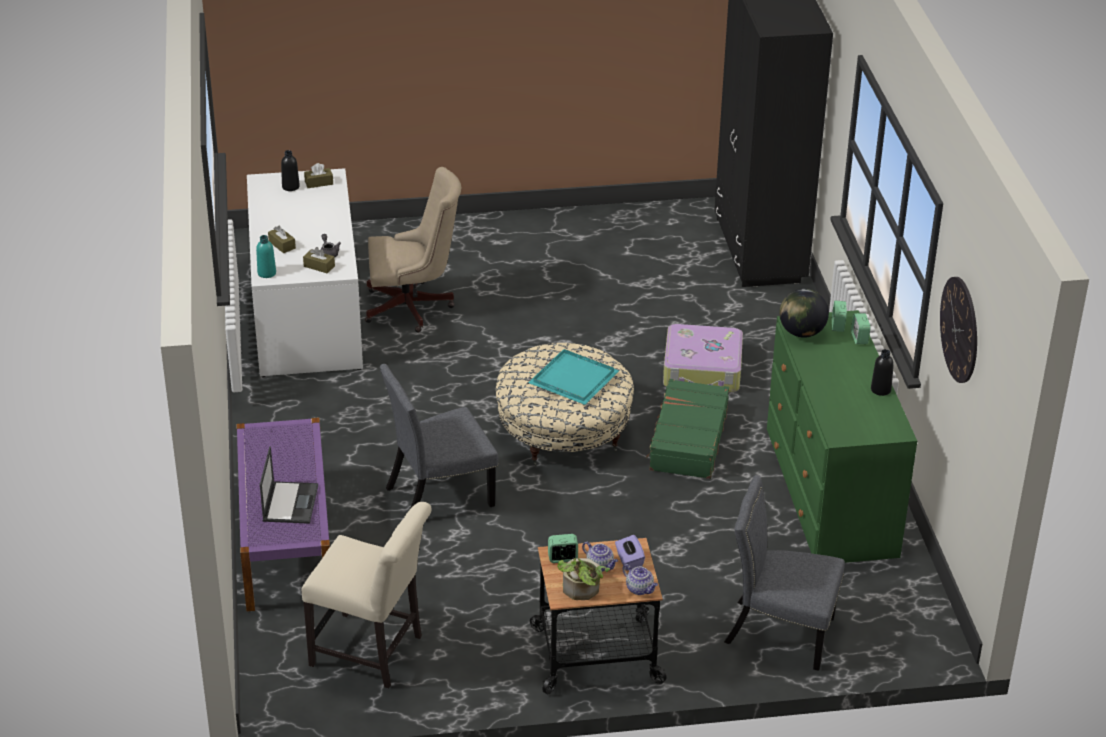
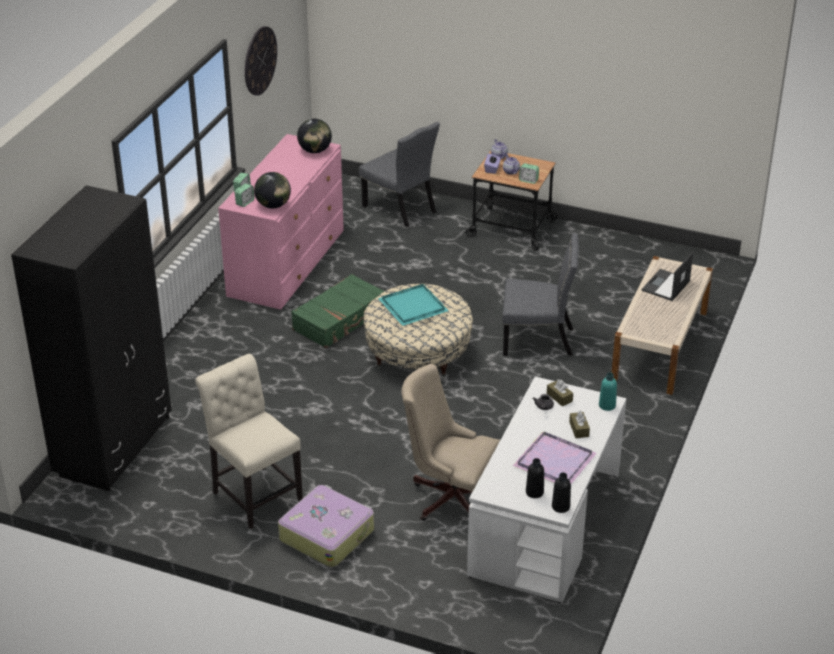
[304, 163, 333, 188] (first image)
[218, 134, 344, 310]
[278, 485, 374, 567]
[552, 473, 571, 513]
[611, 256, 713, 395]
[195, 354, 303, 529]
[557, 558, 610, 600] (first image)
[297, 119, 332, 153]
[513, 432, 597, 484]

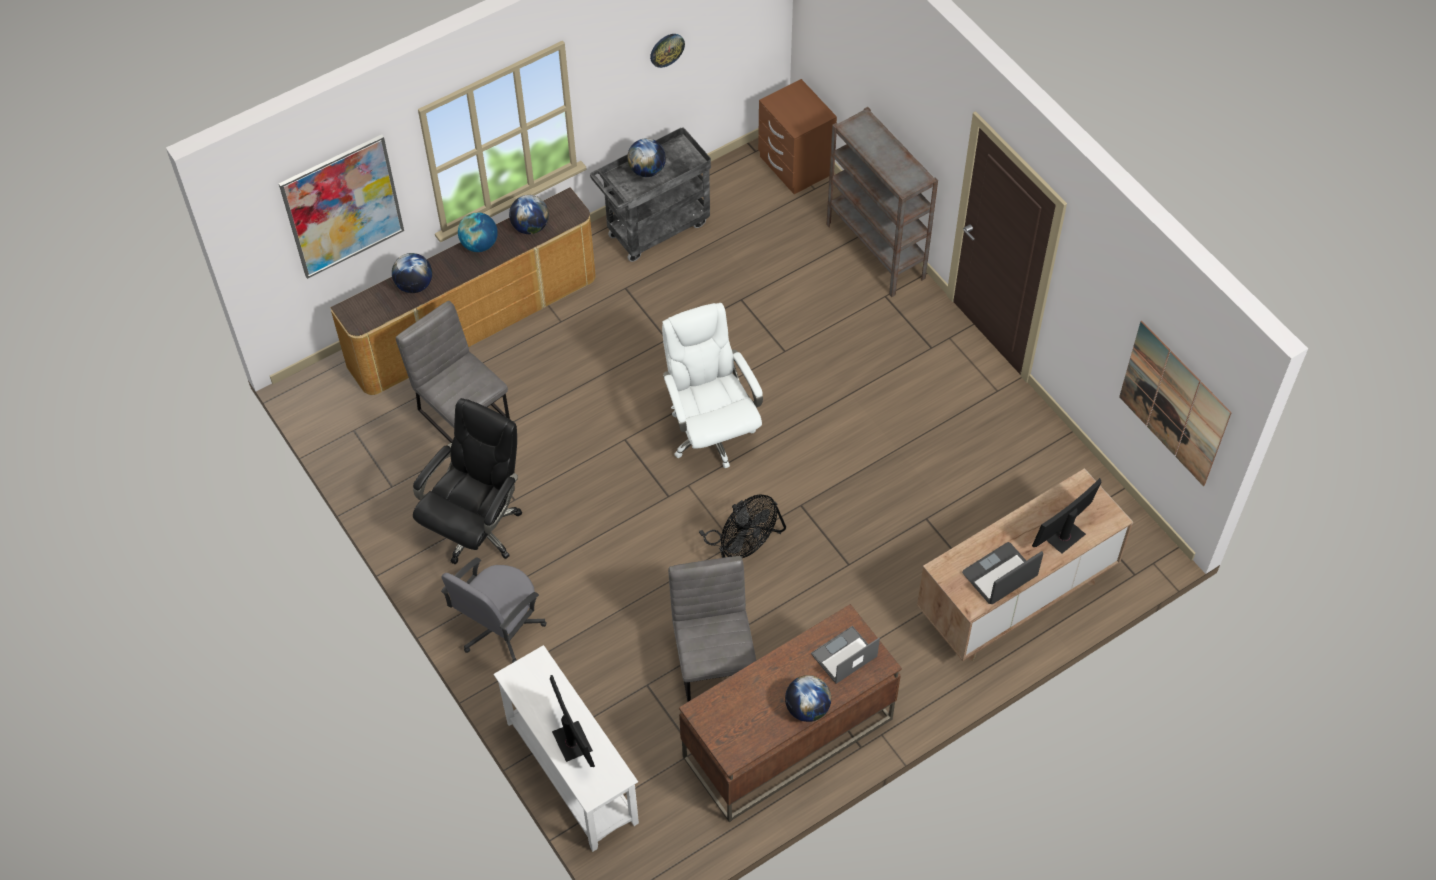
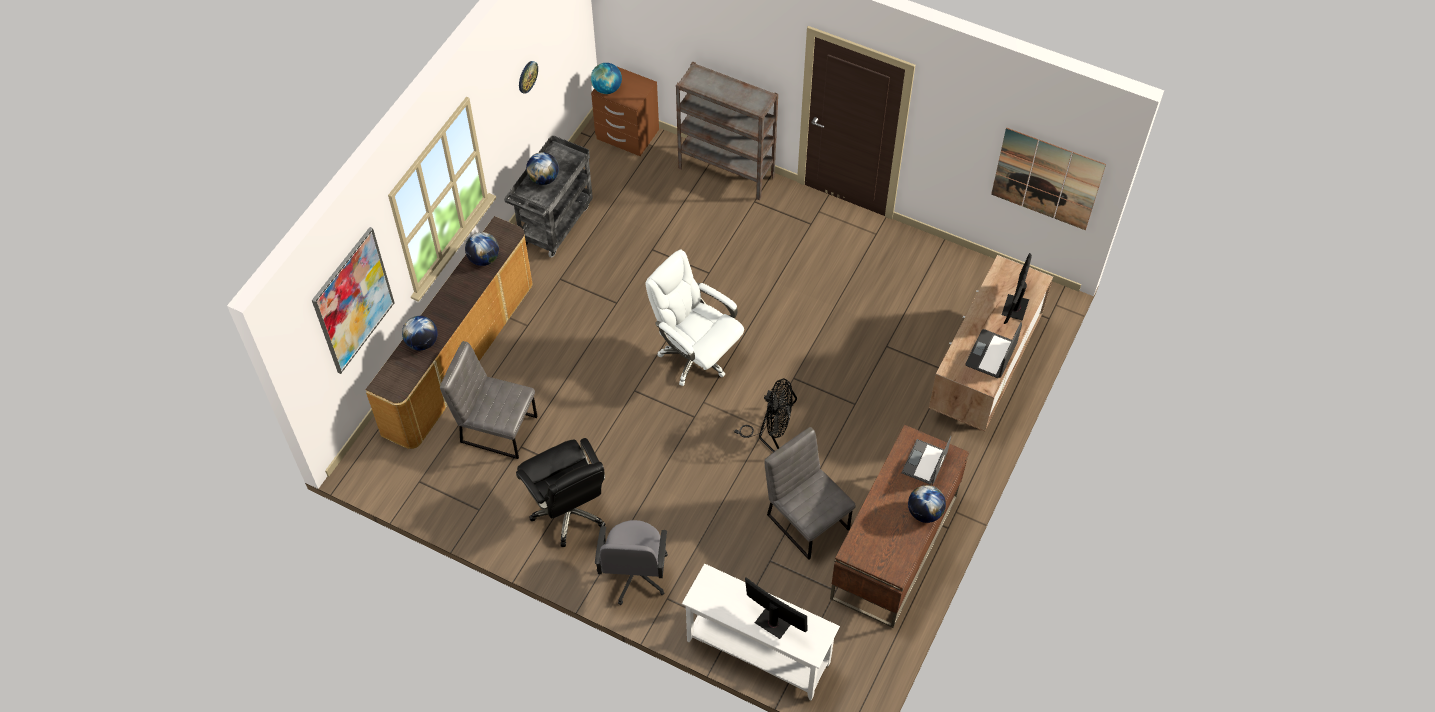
[591, 63, 622, 94]
[516, 438, 605, 547]

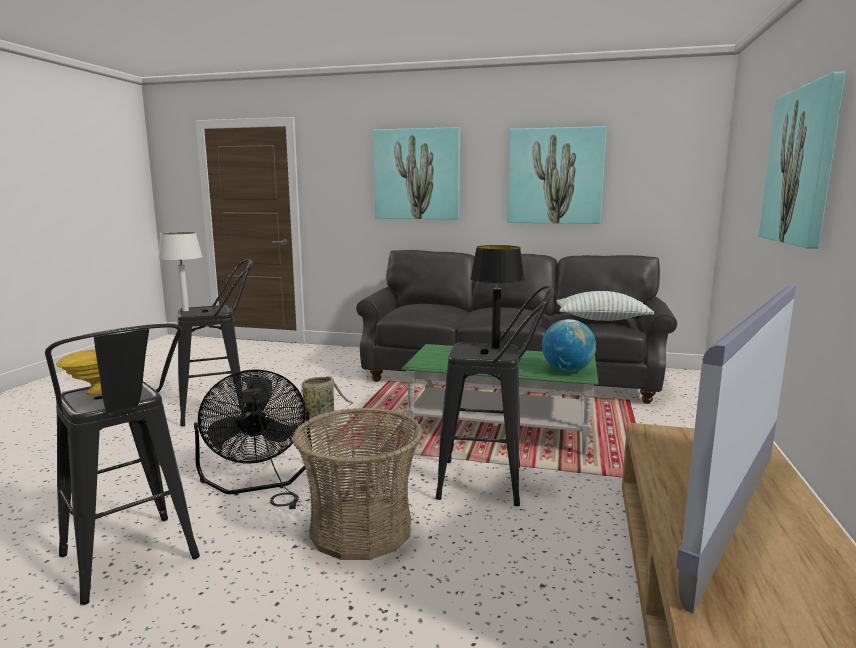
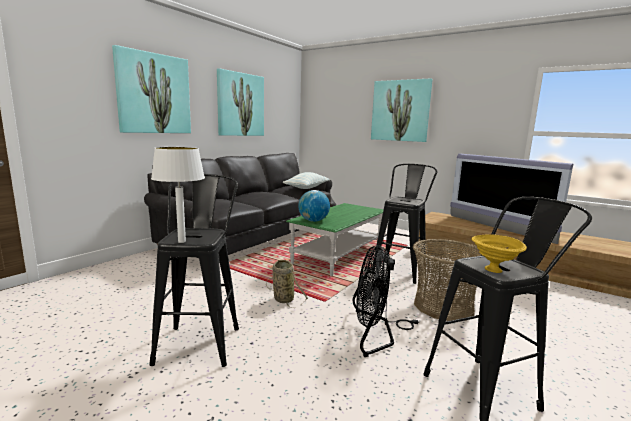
[470, 245, 525, 349] (first image)
[298, 190, 330, 222]

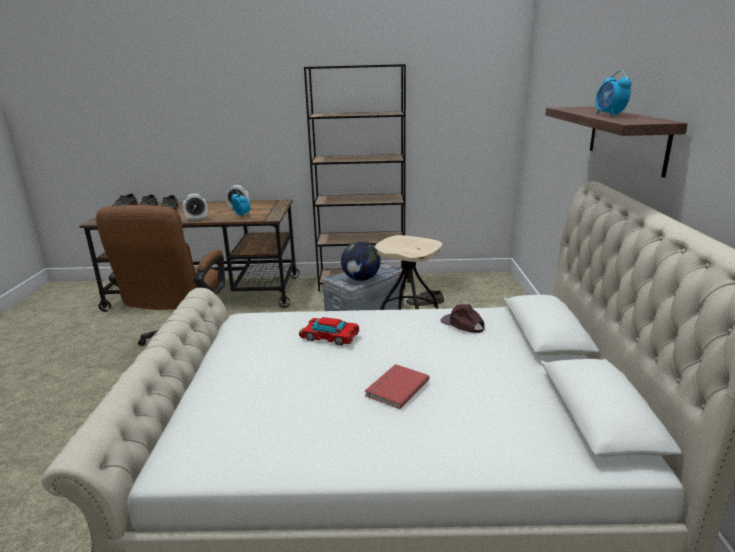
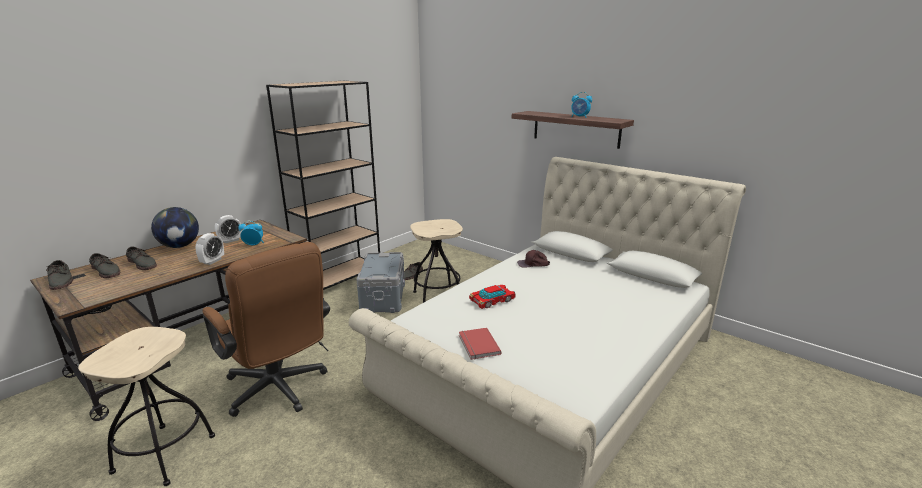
[151, 207, 199, 248]
[459, 328, 502, 360]
[78, 327, 215, 486]

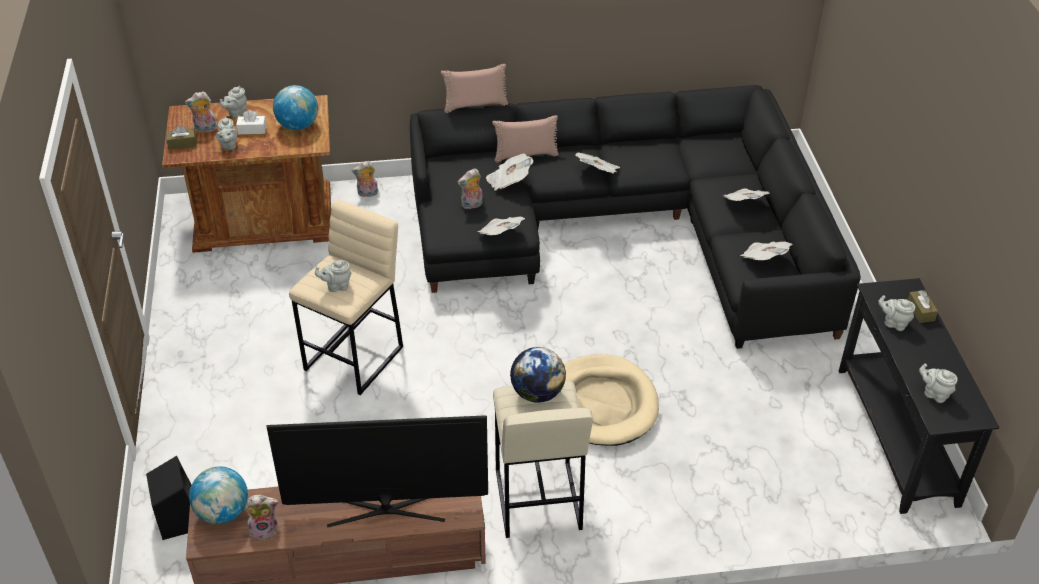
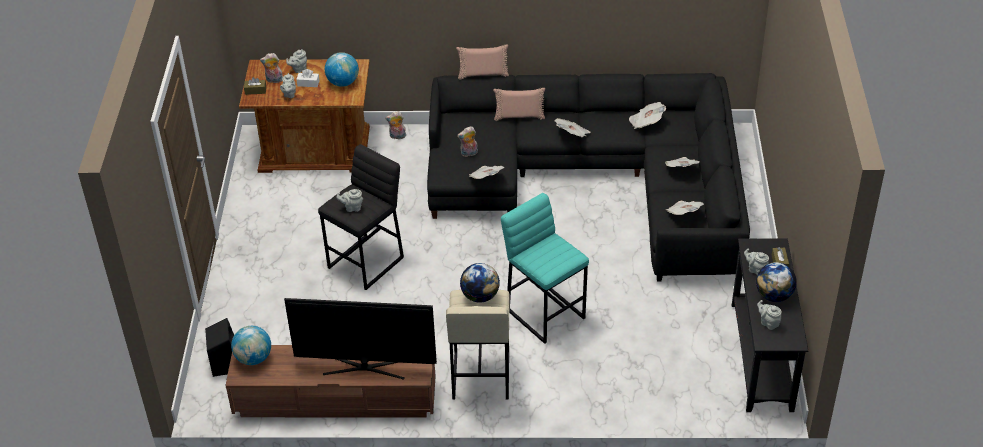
[629, 102, 666, 129]
[318, 144, 404, 290]
[501, 193, 589, 344]
[245, 495, 279, 540] (first image)
[756, 262, 797, 302]

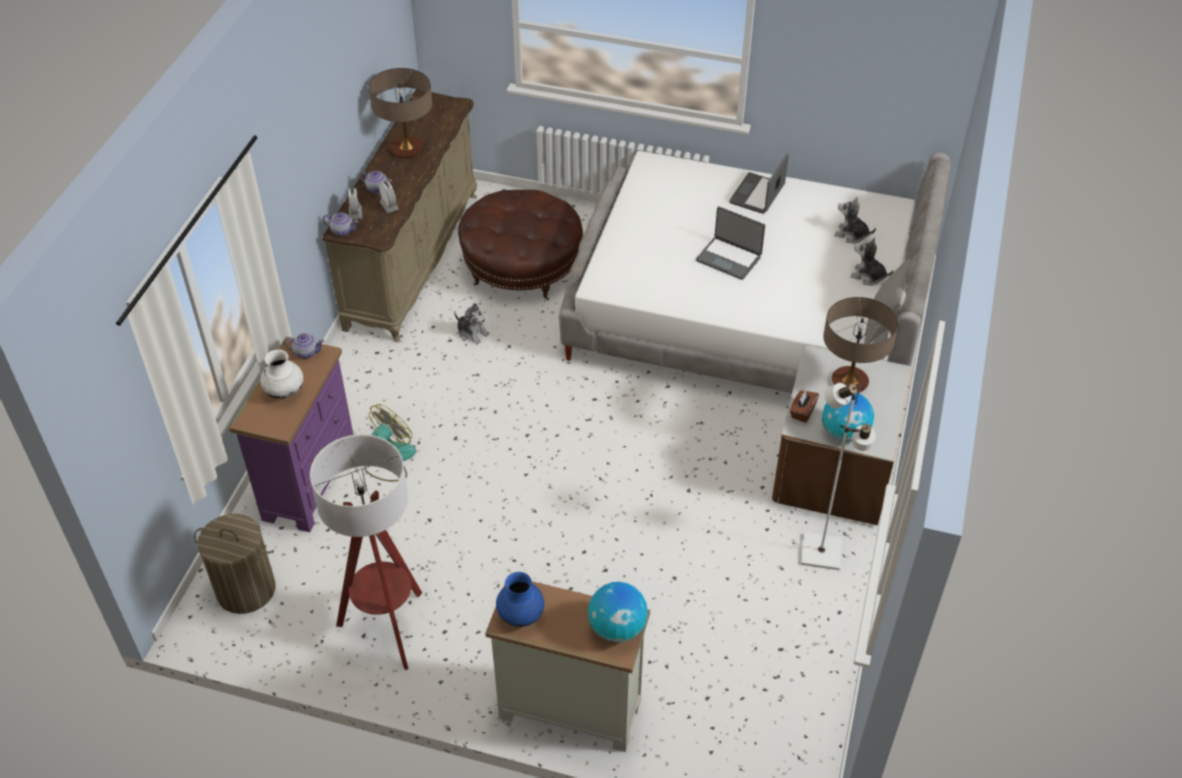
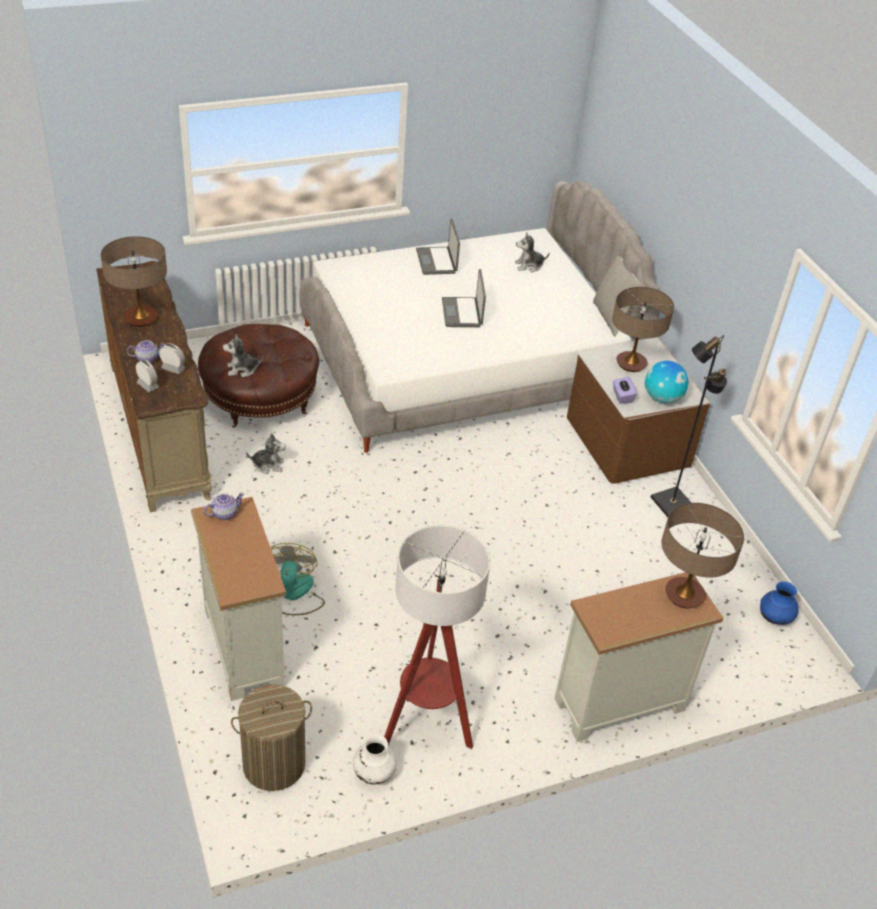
[442, 269, 486, 327]
[323, 212, 358, 236] (first image)
[223, 334, 264, 377]
[191, 497, 286, 701]
[353, 734, 397, 784]
[651, 335, 727, 517]
[613, 377, 637, 404]
[760, 581, 799, 625]
[662, 503, 744, 609]

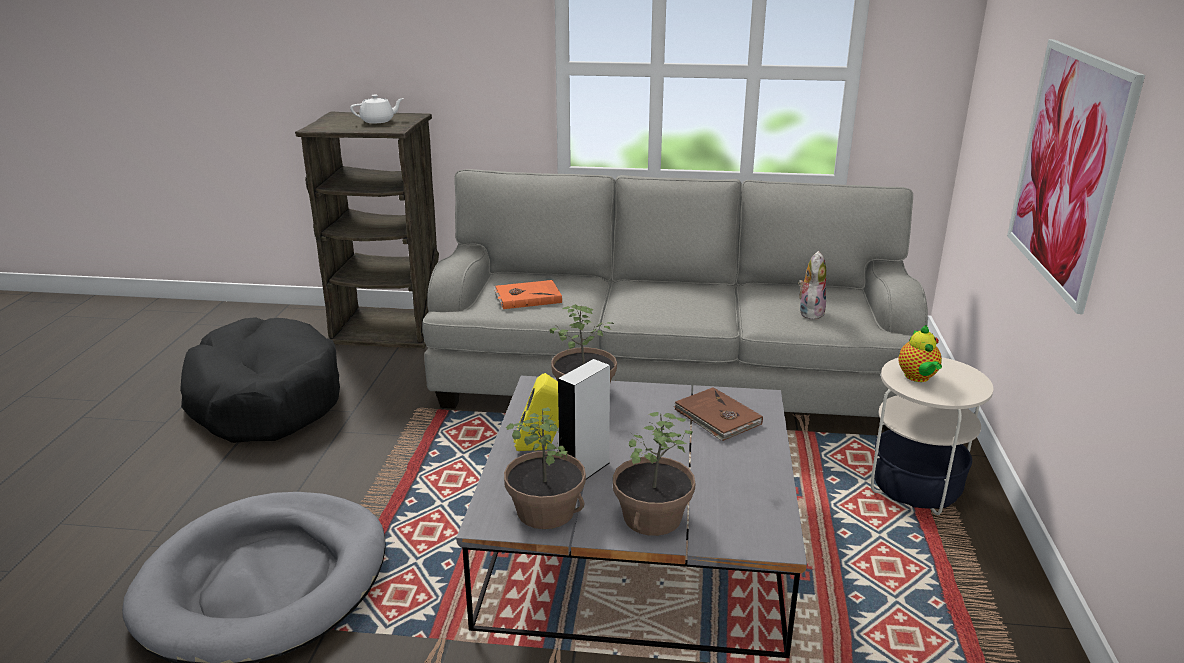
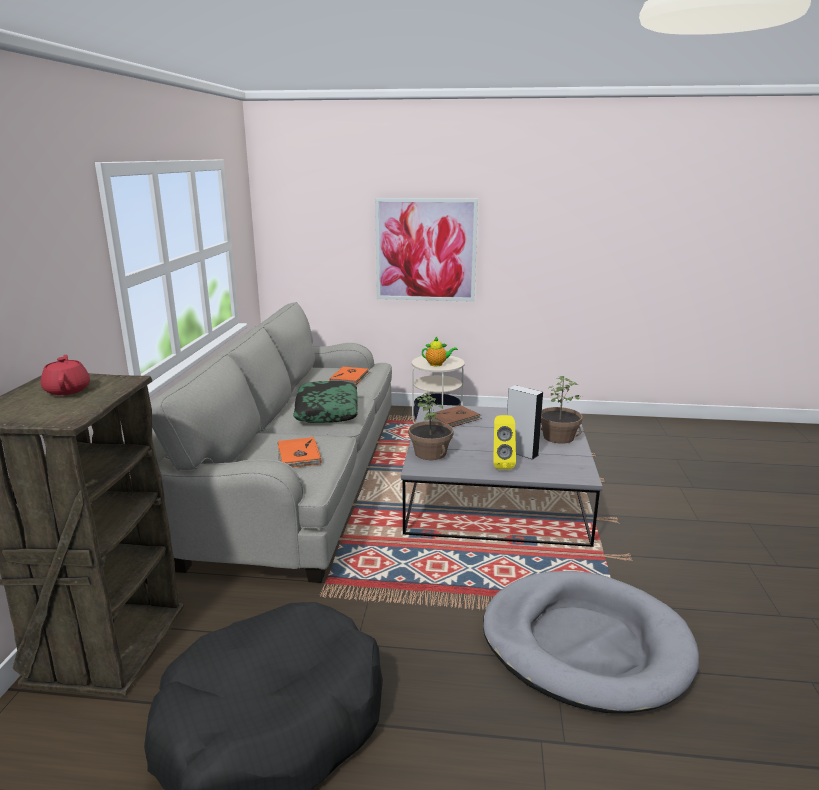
[41, 355, 90, 395]
[329, 367, 370, 385]
[504, 407, 586, 529] (first image)
[293, 381, 358, 423]

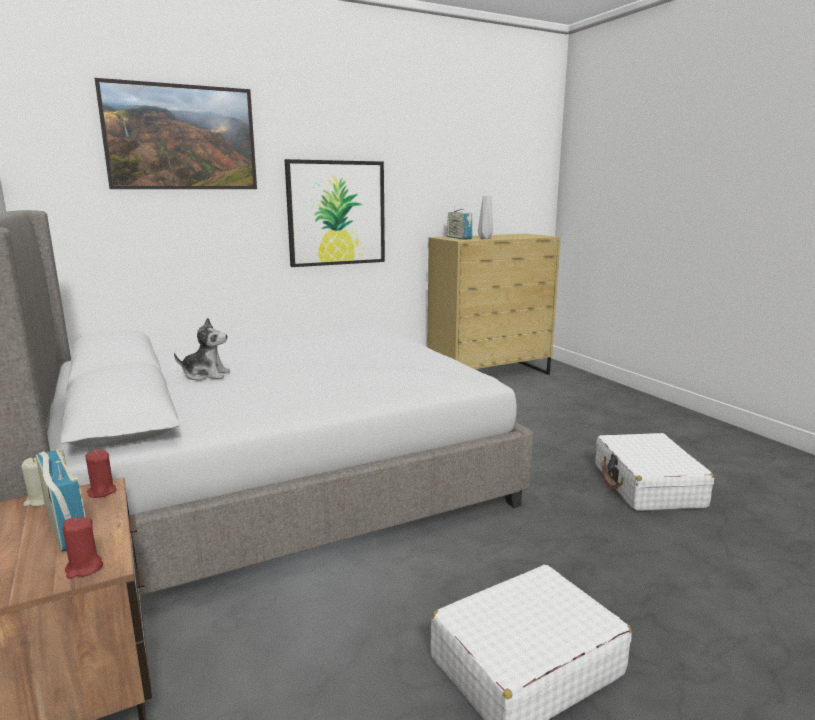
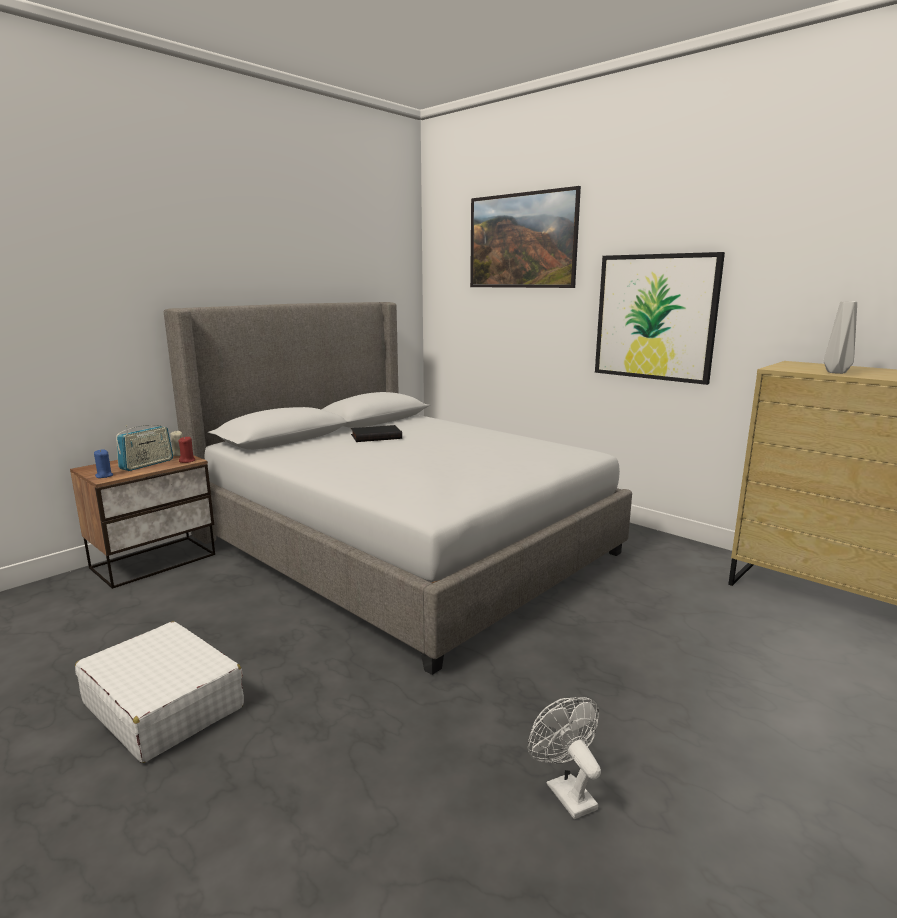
[447, 206, 473, 239] (first image)
[351, 425, 402, 442]
[528, 697, 601, 819]
[94, 449, 113, 478]

